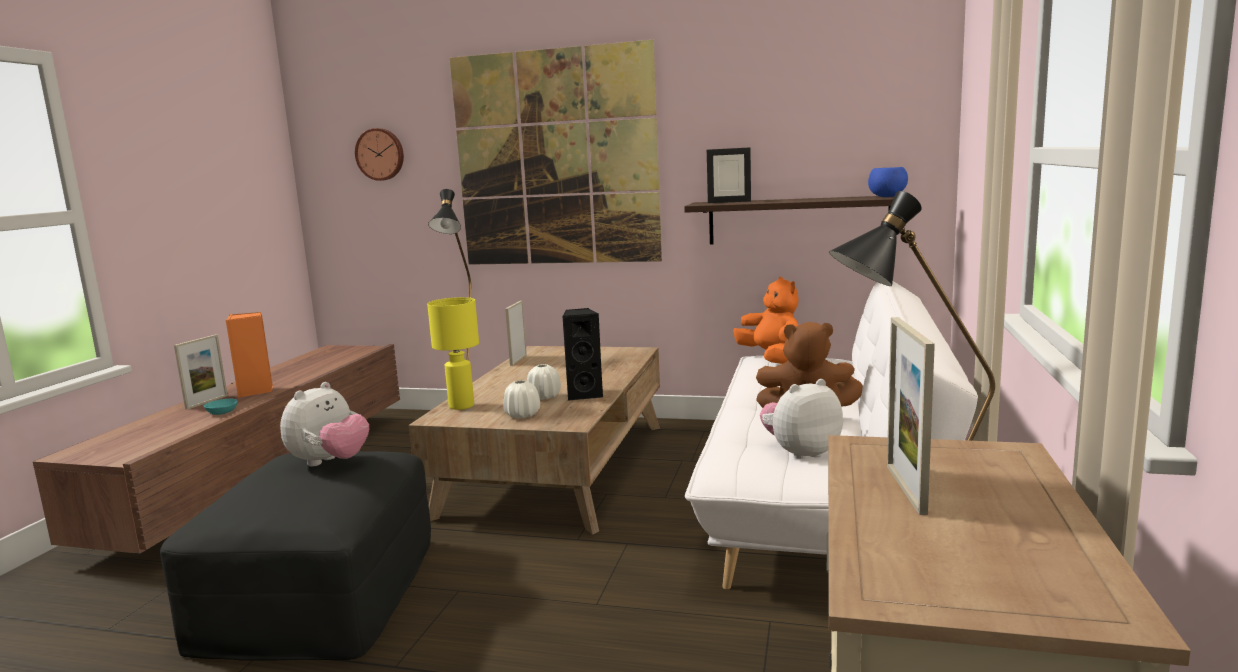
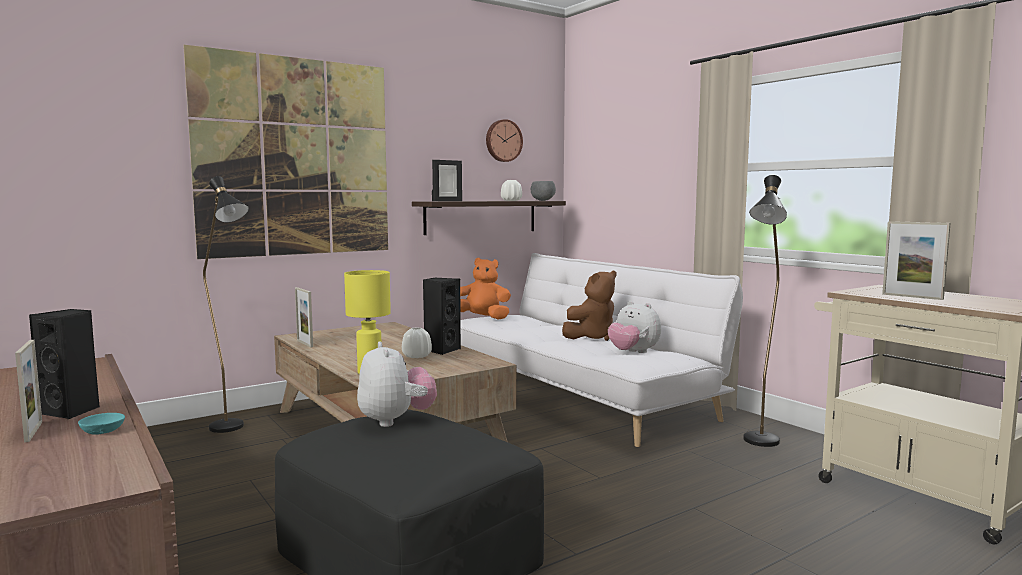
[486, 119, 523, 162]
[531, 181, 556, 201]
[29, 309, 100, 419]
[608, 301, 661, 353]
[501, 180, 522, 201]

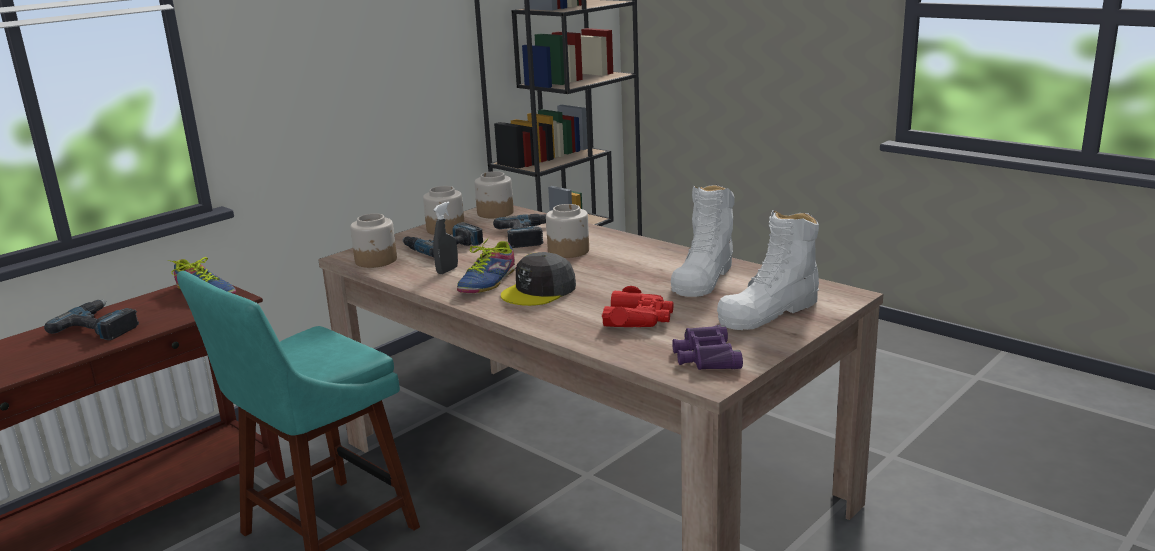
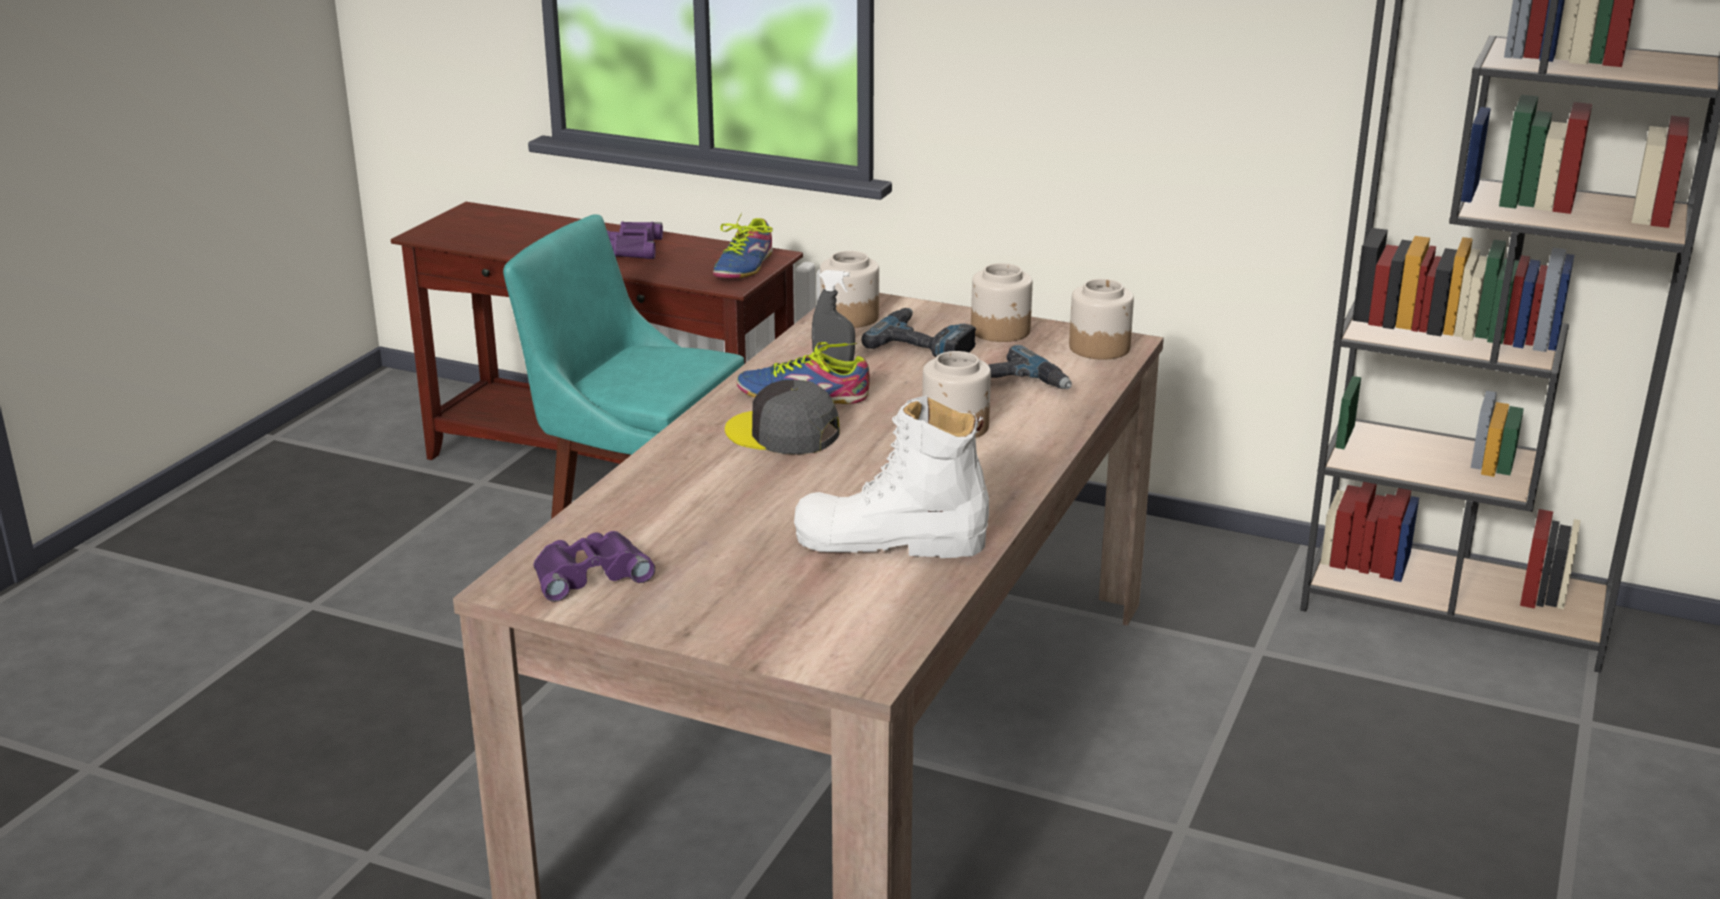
[717, 210, 819, 330] (first image)
[602, 286, 674, 327] (first image)
[607, 222, 663, 259]

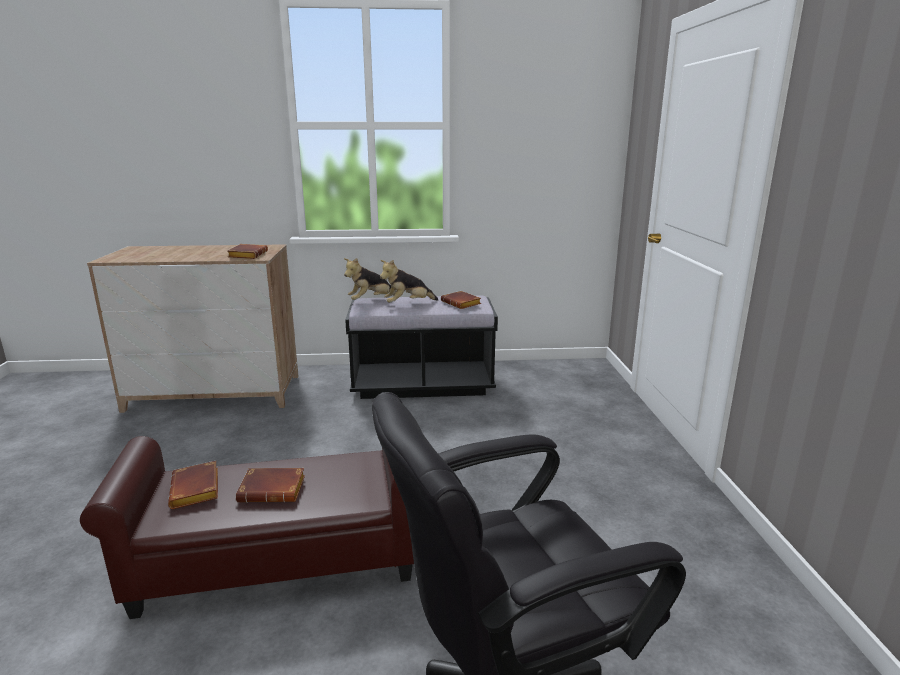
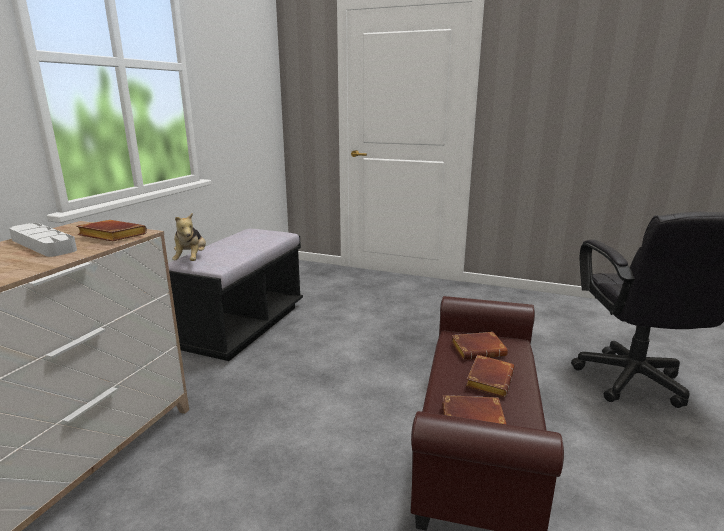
[380, 260, 439, 303] (first image)
[451, 332, 508, 360]
[9, 223, 77, 257]

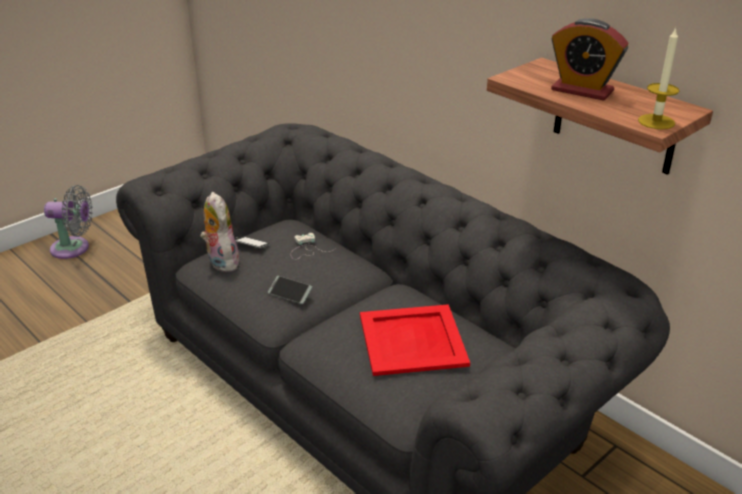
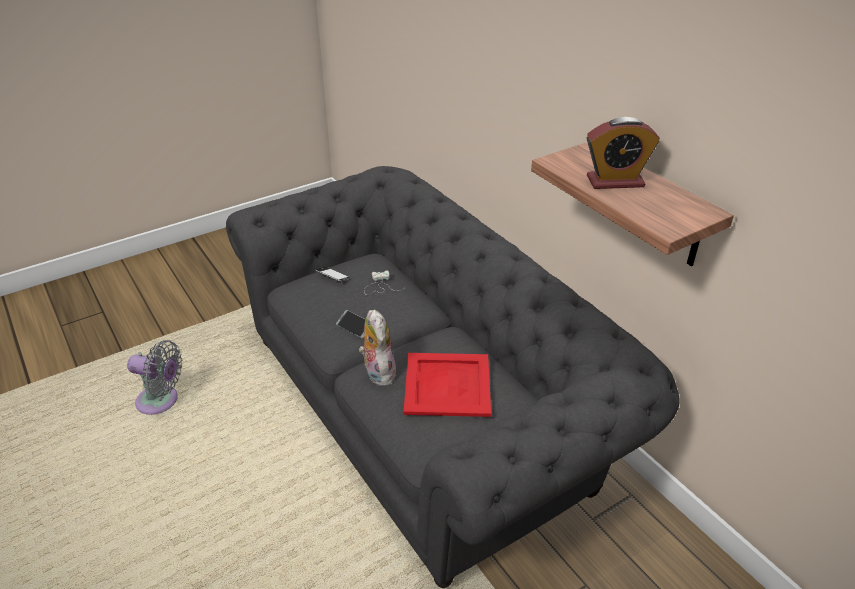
[587, 117, 660, 189]
[638, 27, 680, 130] (first image)
[127, 340, 182, 415]
[359, 309, 396, 386]

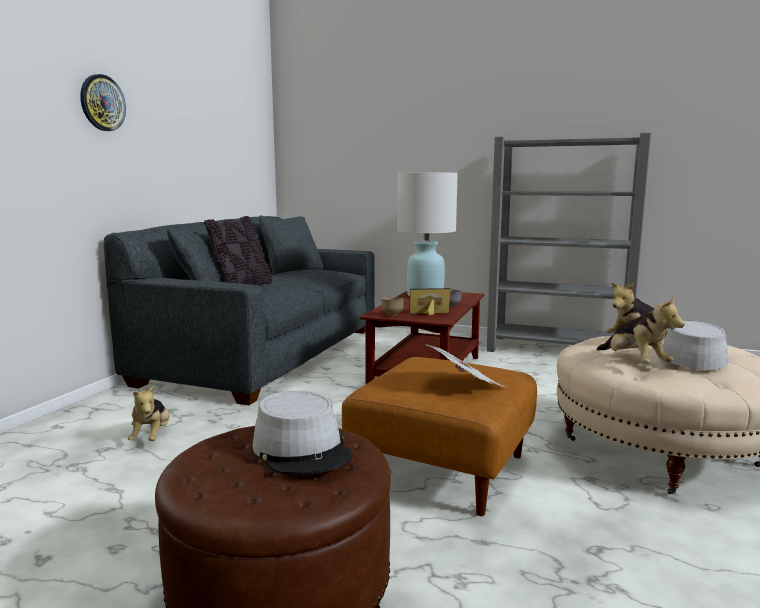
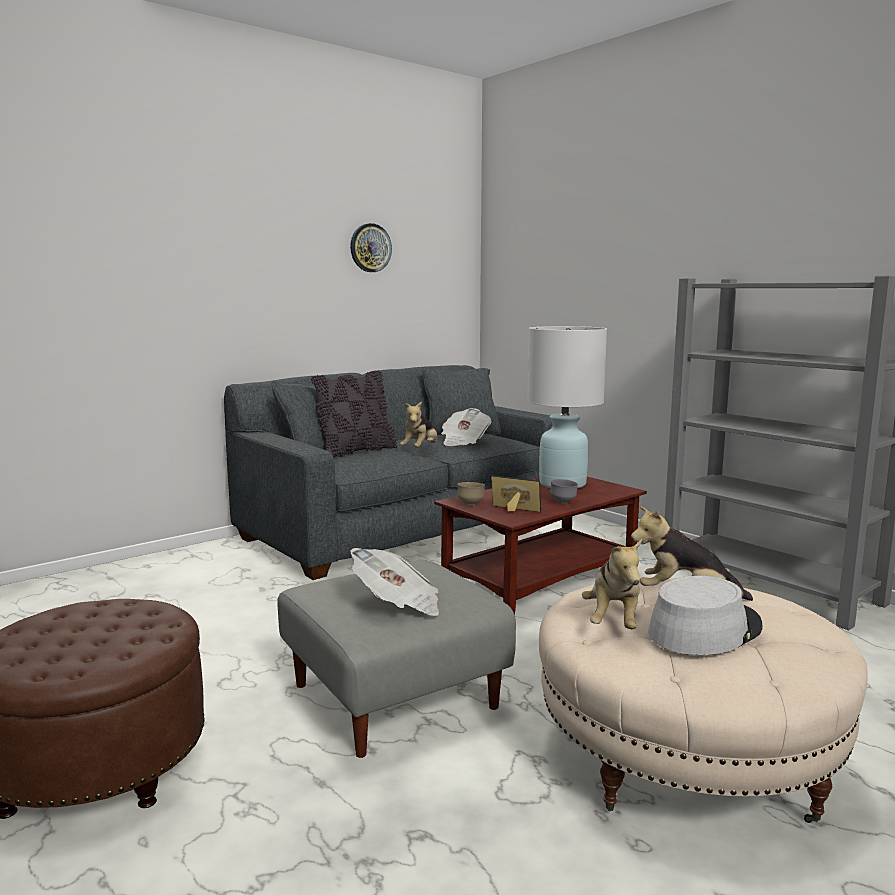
[350, 223, 392, 272]
[277, 560, 516, 758]
[400, 401, 437, 448]
[252, 391, 353, 475] (first image)
[441, 408, 491, 446]

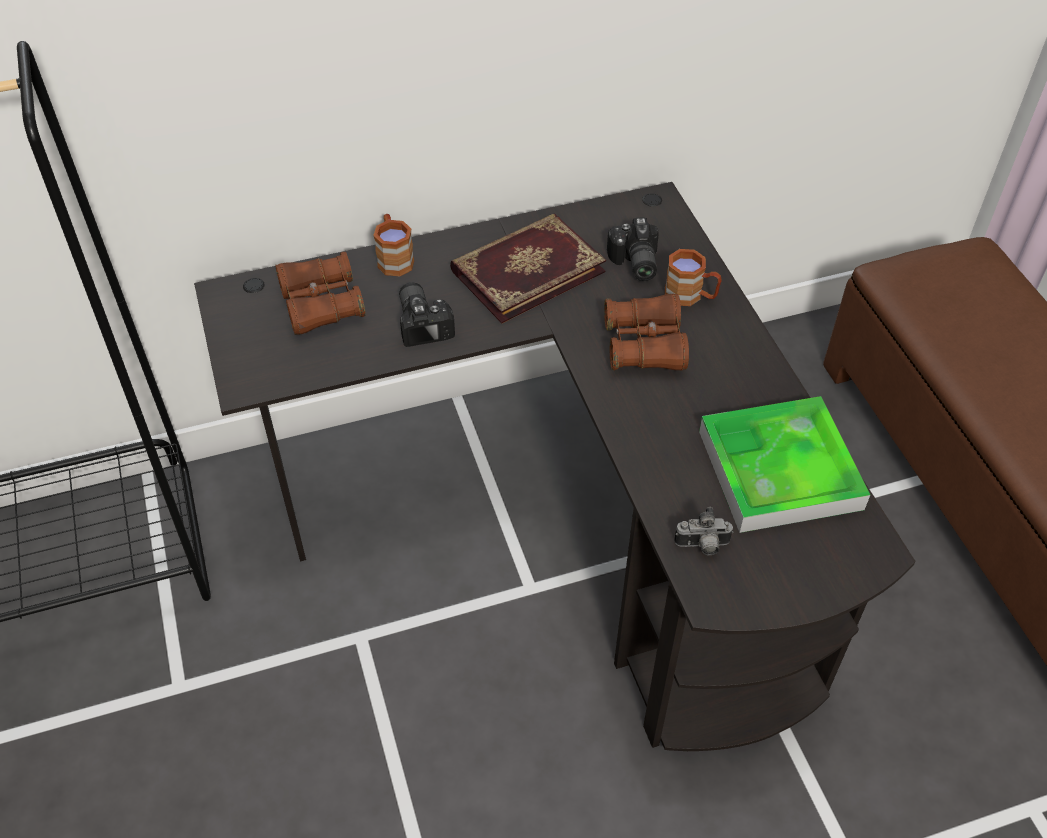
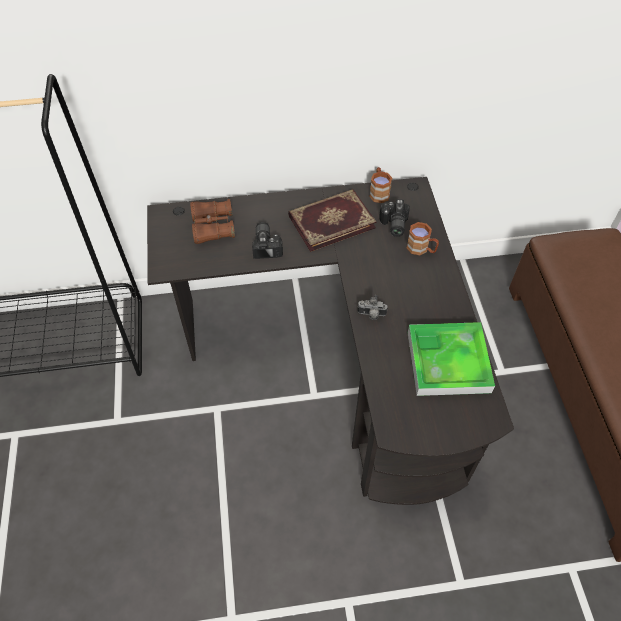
[369, 167, 392, 203]
[604, 294, 689, 371] (first image)
[358, 295, 388, 320]

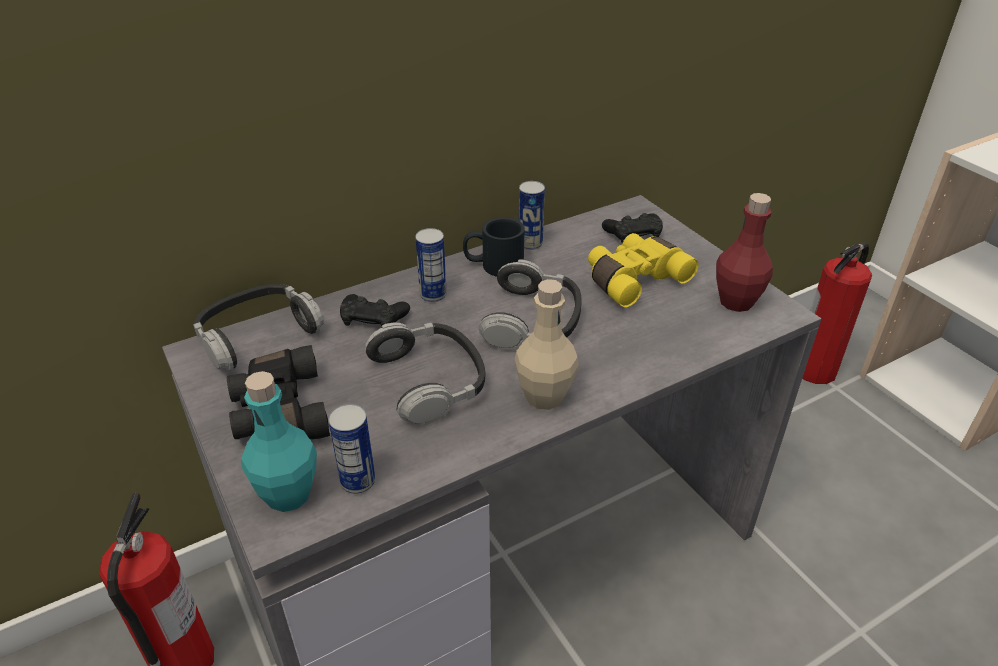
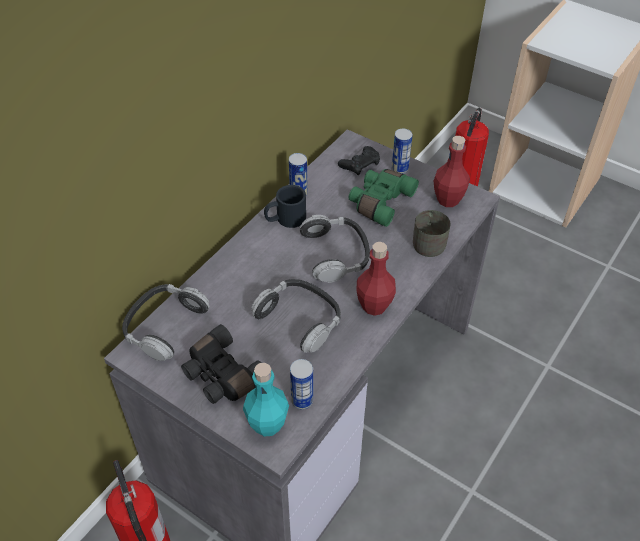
[392, 129, 413, 174]
[349, 169, 419, 227]
[357, 242, 396, 316]
[340, 294, 410, 327] (first image)
[413, 210, 450, 257]

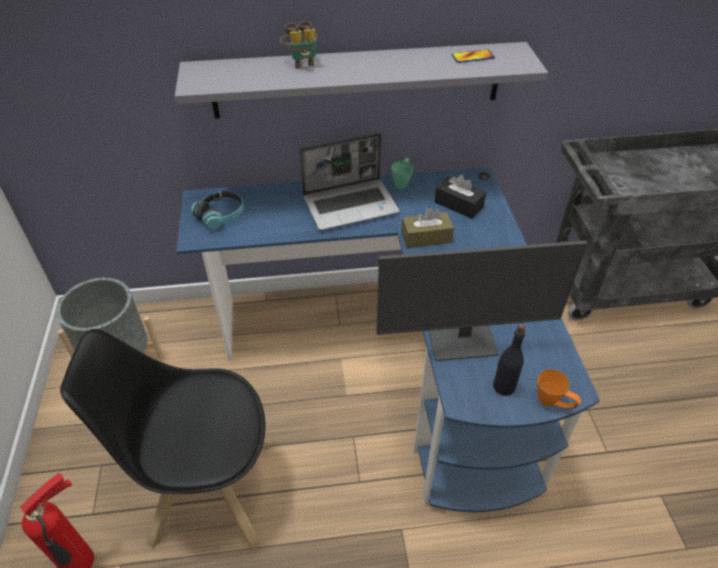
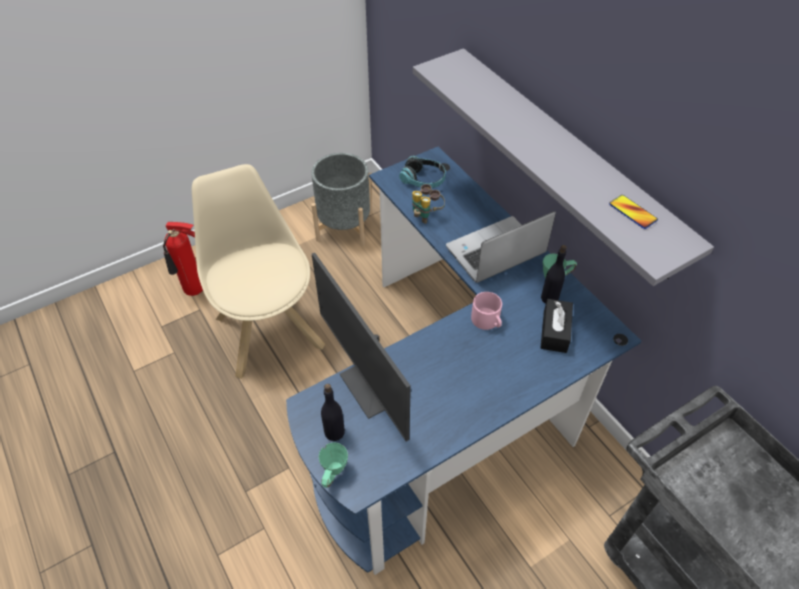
[412, 184, 445, 224]
[446, 211, 556, 283]
[471, 292, 502, 330]
[192, 164, 325, 379]
[319, 442, 348, 488]
[541, 245, 567, 304]

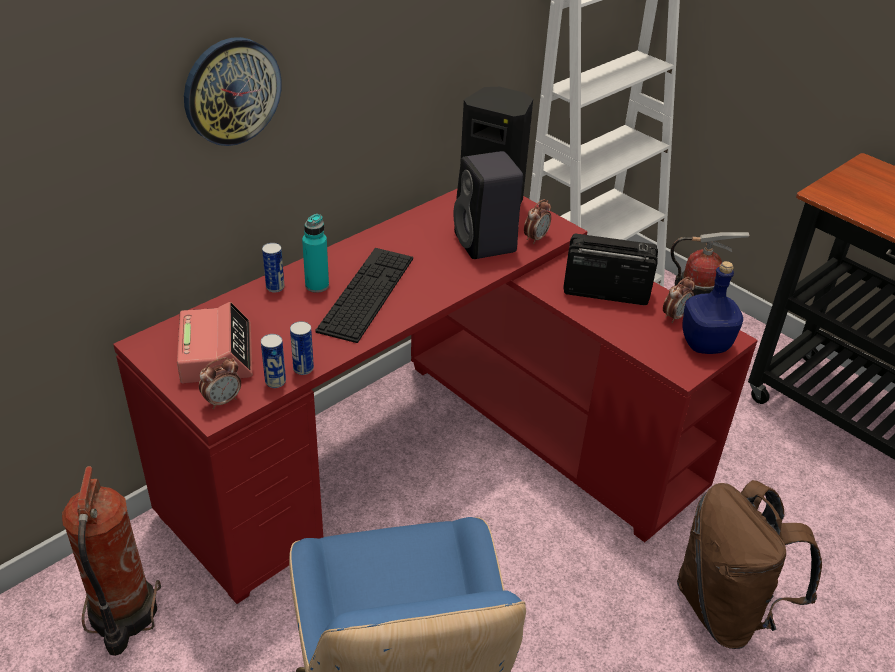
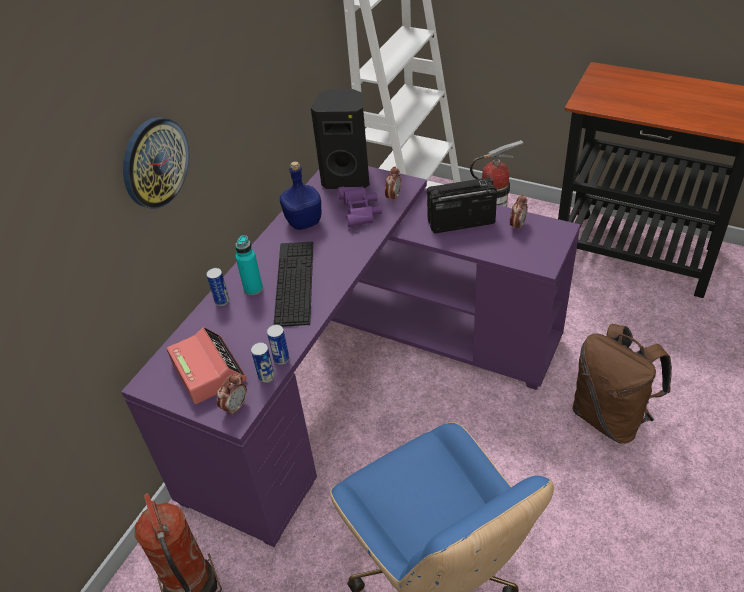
[337, 187, 382, 227]
[121, 166, 580, 547]
[280, 161, 321, 230]

